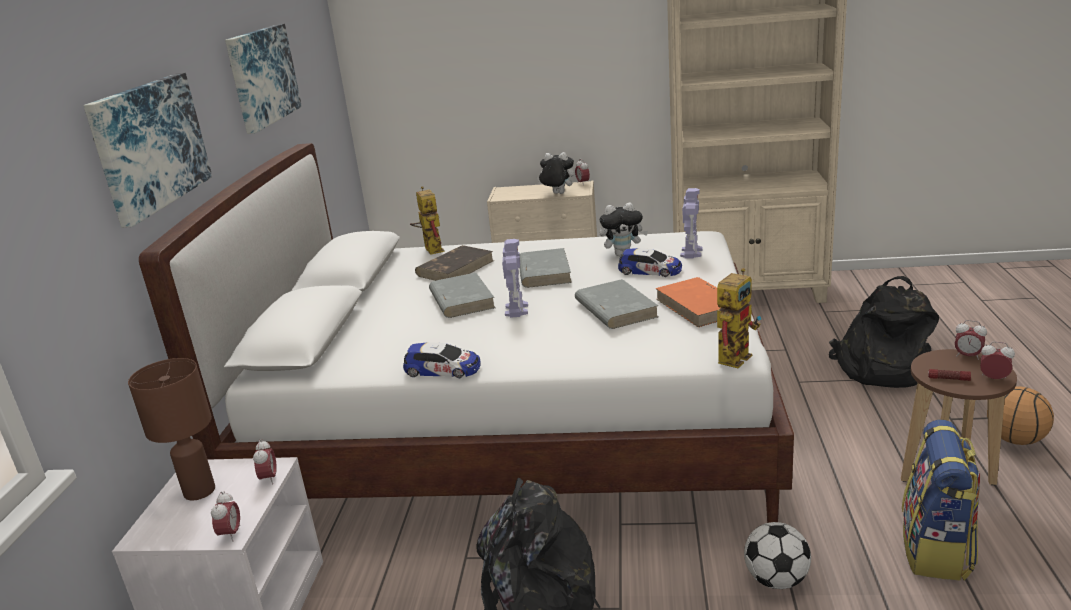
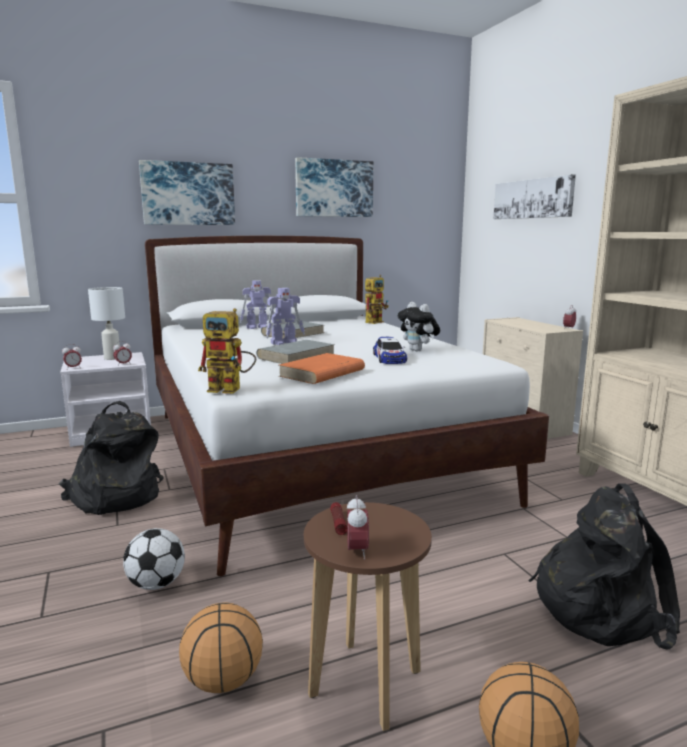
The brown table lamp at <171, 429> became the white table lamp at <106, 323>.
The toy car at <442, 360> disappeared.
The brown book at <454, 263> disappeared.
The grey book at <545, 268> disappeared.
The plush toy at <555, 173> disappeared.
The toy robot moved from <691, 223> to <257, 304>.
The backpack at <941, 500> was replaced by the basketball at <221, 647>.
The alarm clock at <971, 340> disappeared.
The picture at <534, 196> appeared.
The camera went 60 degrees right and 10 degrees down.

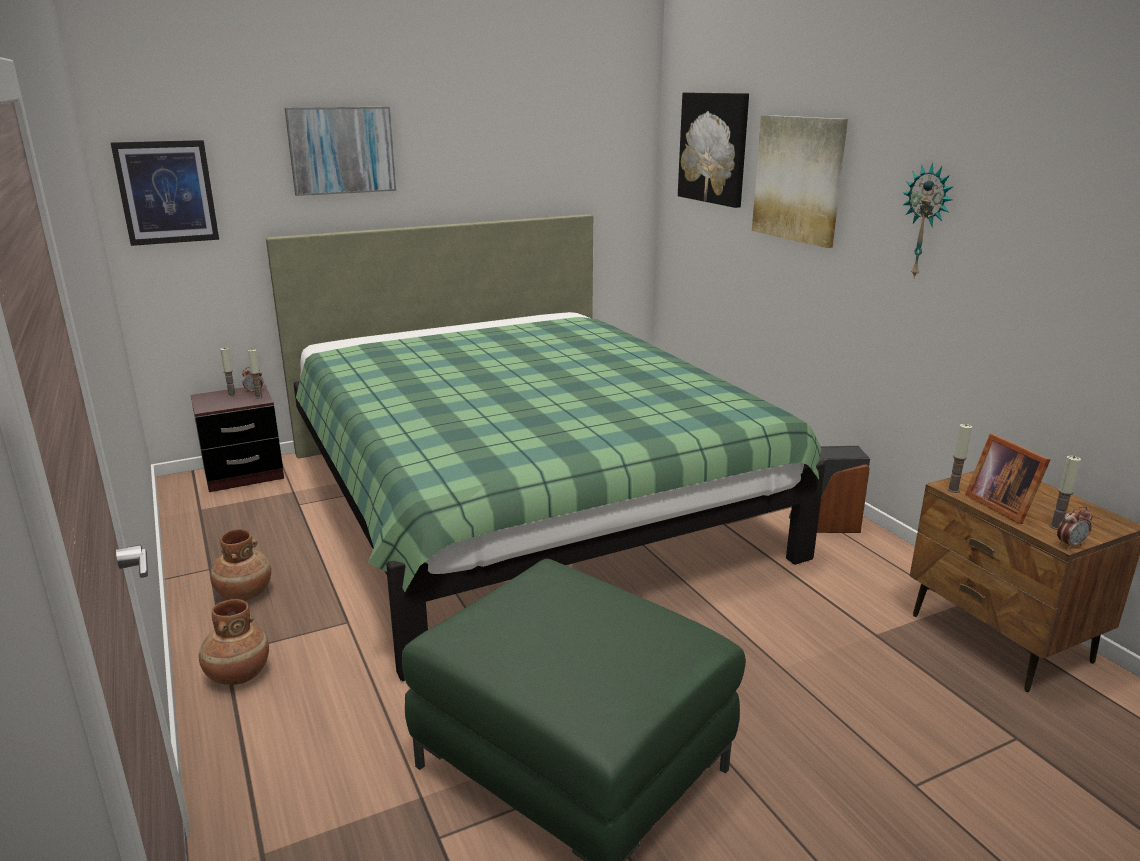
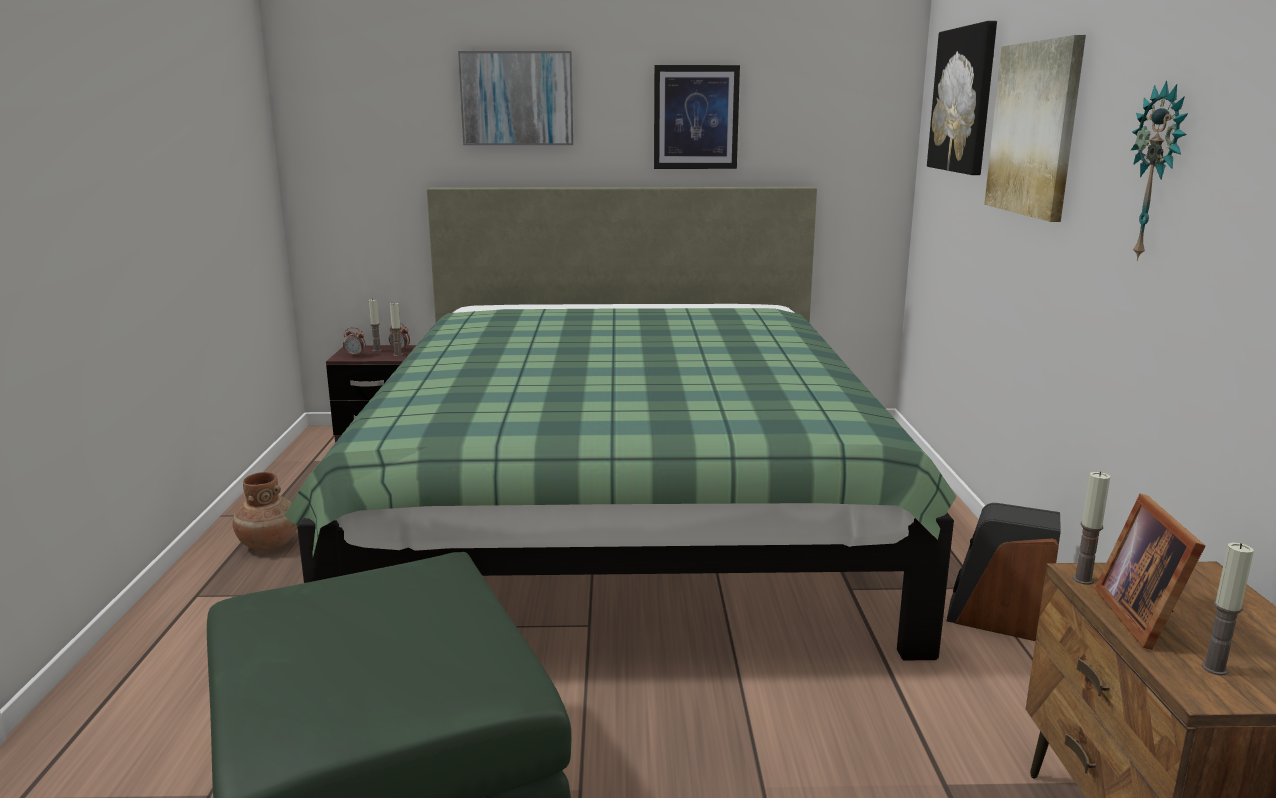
The picture moved from <165, 193> to <697, 117>.
The brown vase at <234, 642> disappeared.
The alarm clock moved from <1075, 527> to <354, 341>.
The camera went 25 degrees right and 5 degrees down.

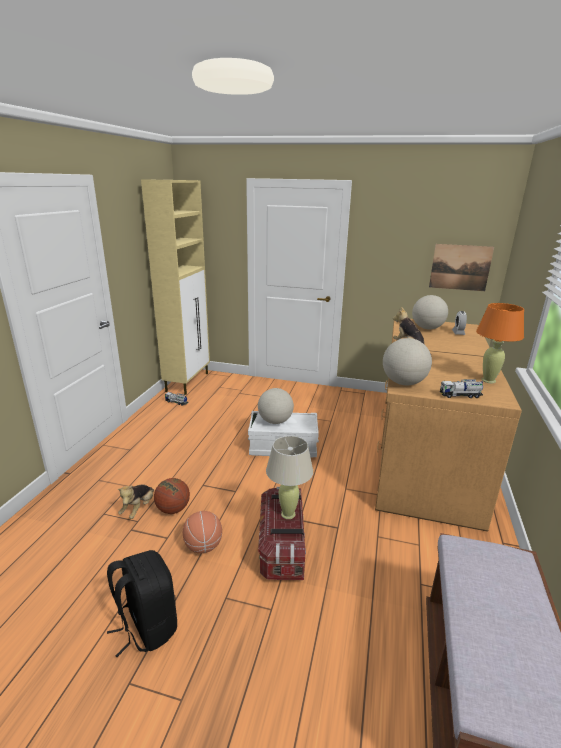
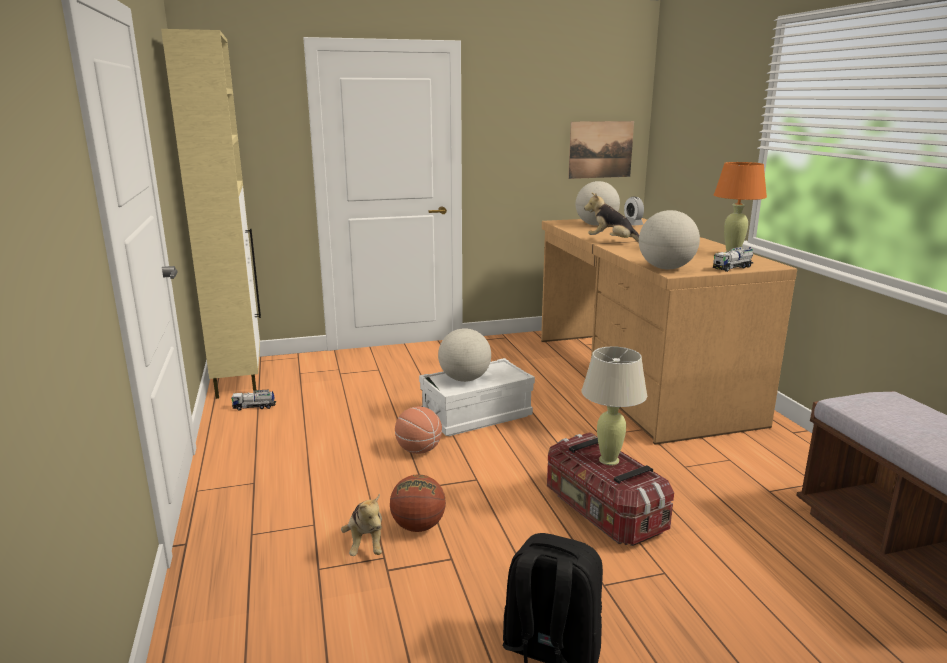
The basketball moved from <202, 532> to <418, 430>.
The camera went 30 degrees left and 5 degrees down.

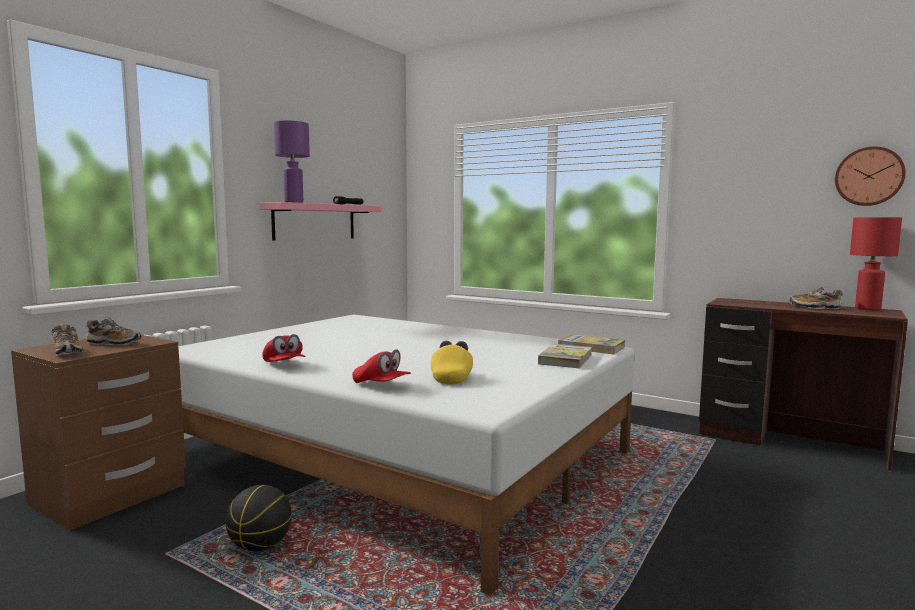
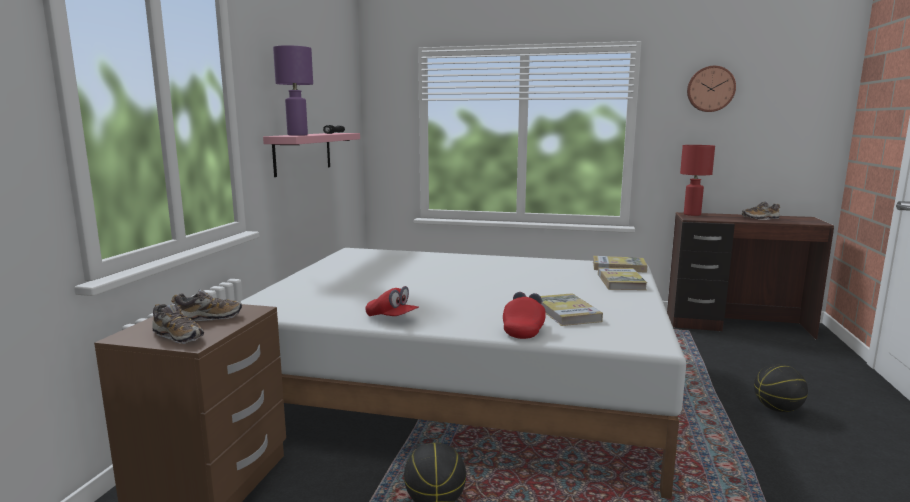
The red cap at <381, 366> turned 90 degrees counterclockwise.
The yellow cap at <452, 363> was replaced by the book at <571, 309>.
The wall clock moved from <870, 176> to <711, 89>.
The red table lamp moved from <876, 264> to <697, 180>.
The basketball at <781, 388> appeared.
The camera went 20 degrees left and 5 degrees up.

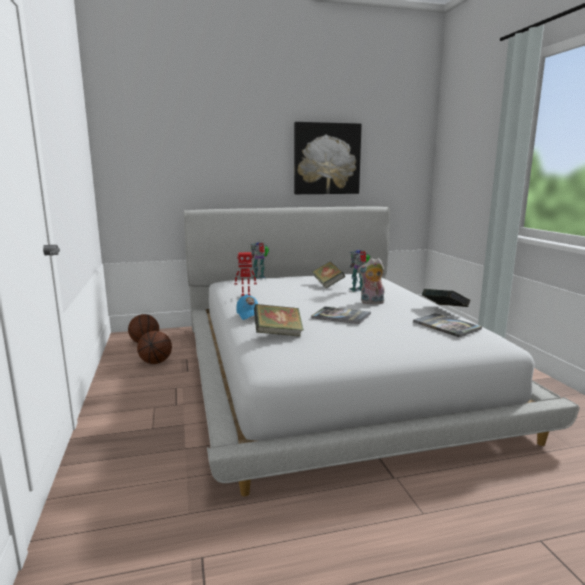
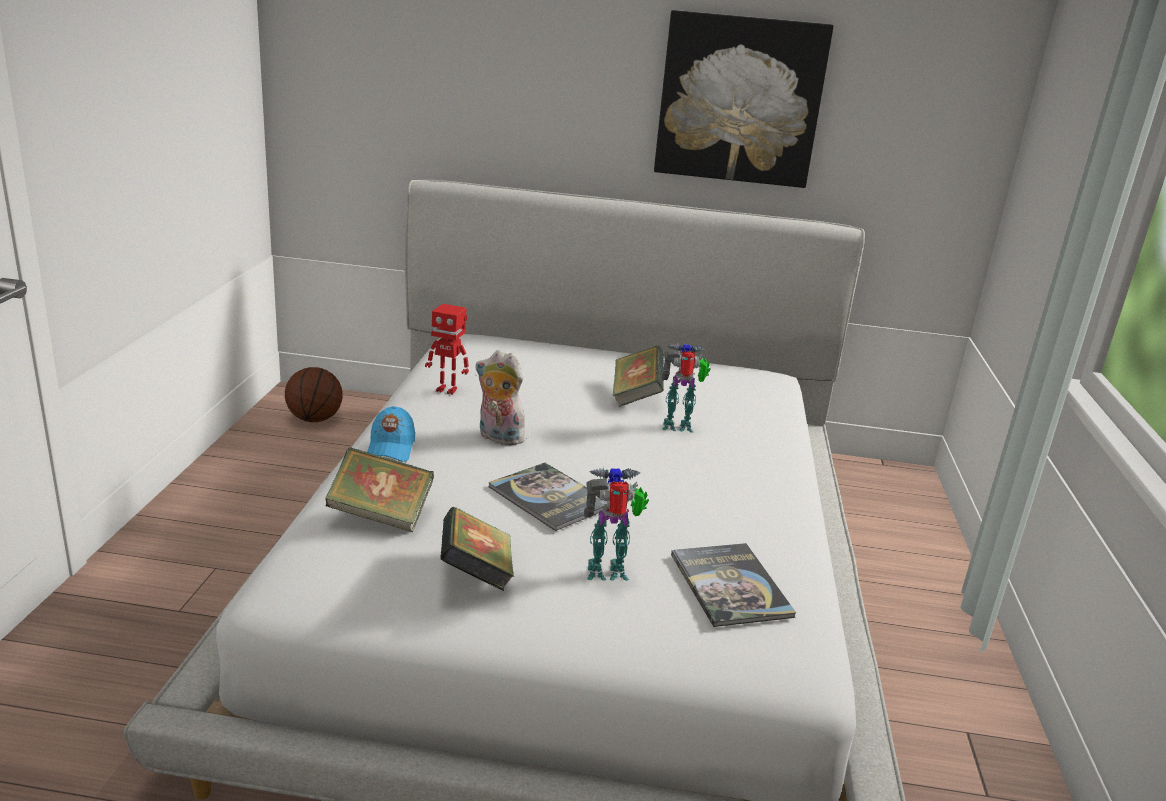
The basketball at <154, 347> disappeared.
The toy robot moved from <259, 260> to <616, 524>.
The plush toy moved from <371, 281> to <501, 397>.
The book moved from <446, 298> to <477, 549>.
The camera went 20 degrees right and 10 degrees up.

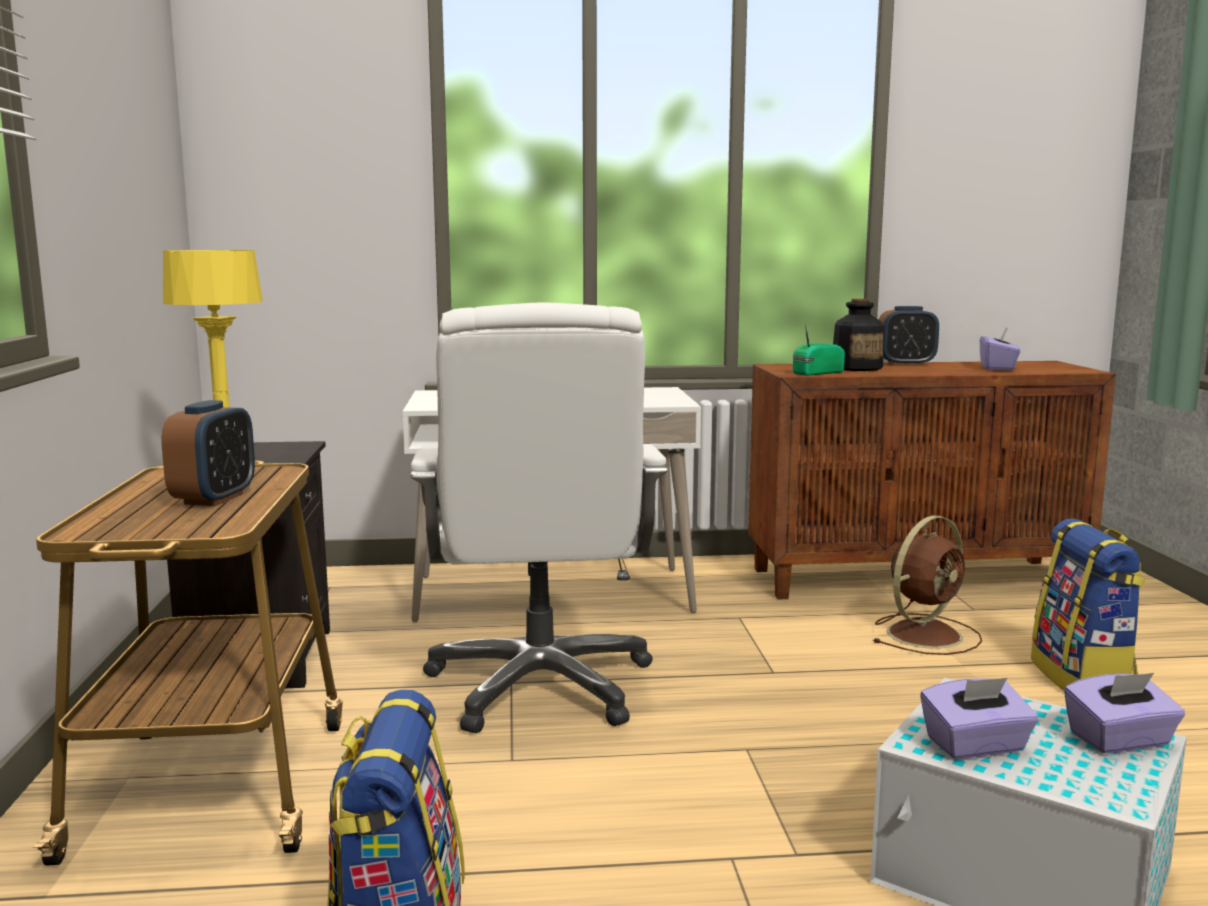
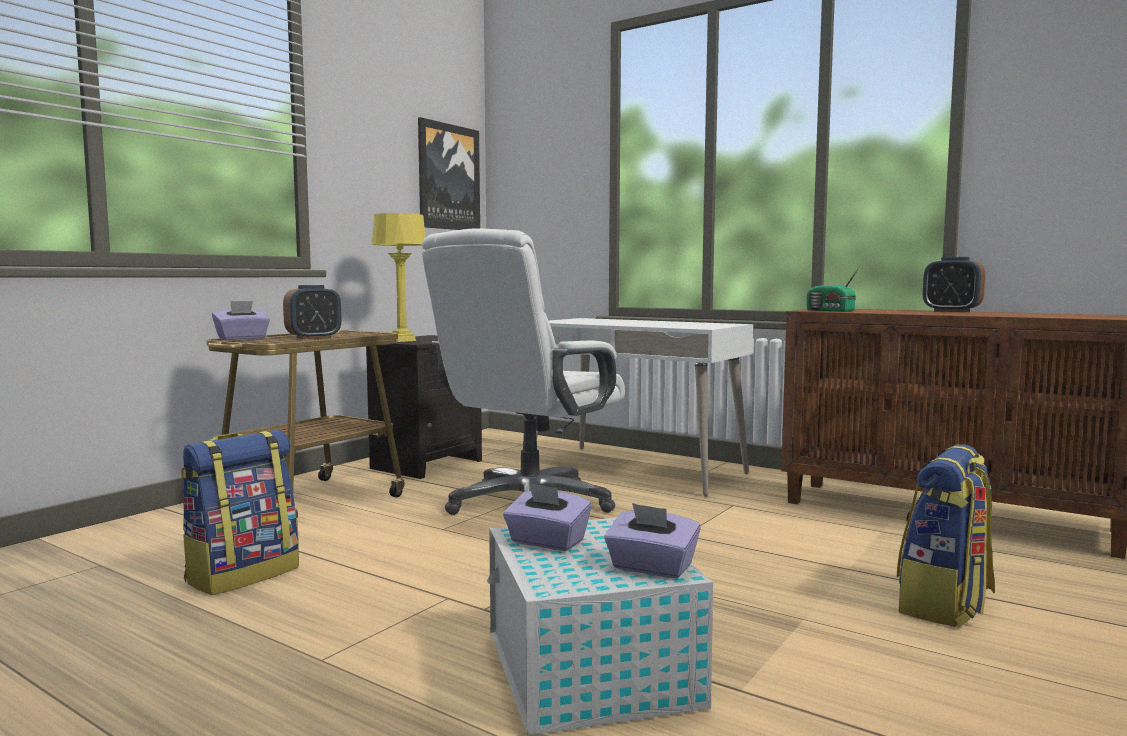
The radio at <818, 349> turned 135 degrees counterclockwise.
The bottle at <858, 335> disappeared.
The brown fan at <927, 585> disappeared.
The purple tissue box moved from <1000, 349> to <241, 320>.
The picture at <449, 173> appeared.
The camera went 40 degrees right and 5 degrees down.

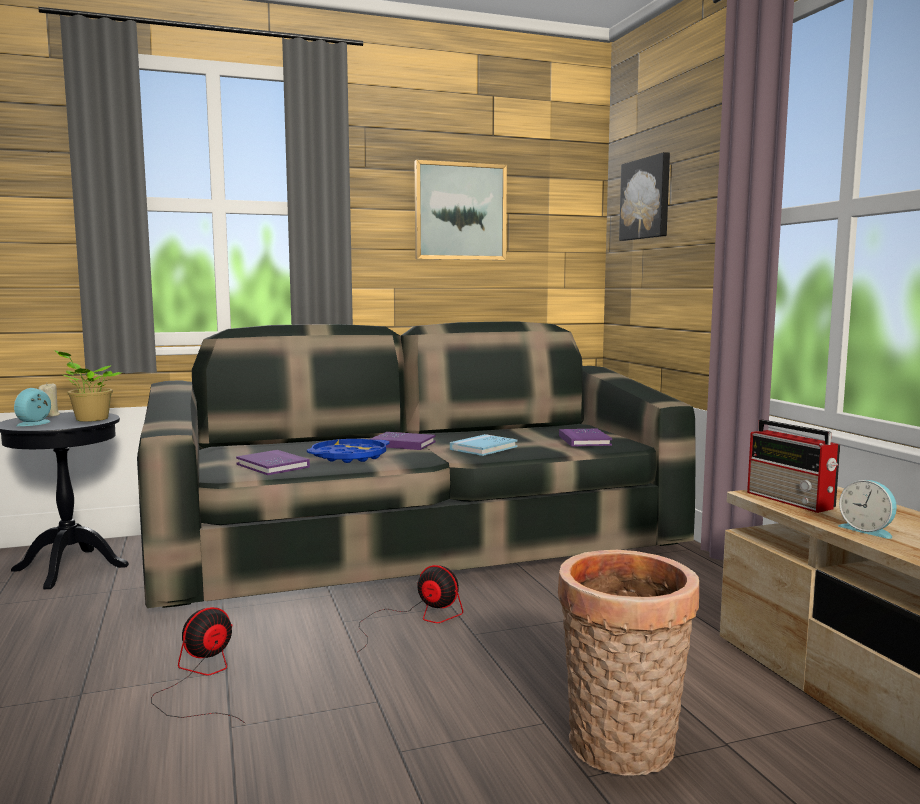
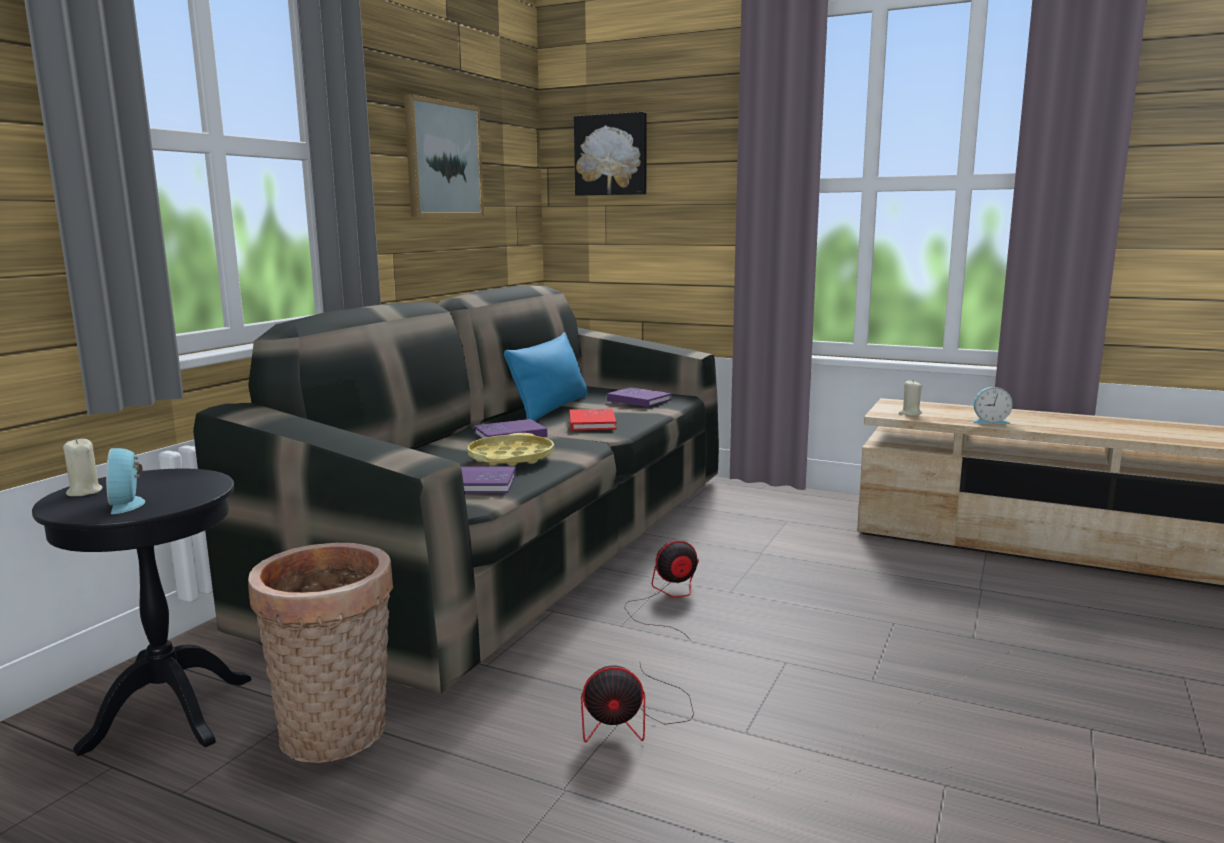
The potted plant at <87, 386> disappeared.
The fan at <198, 665> turned 90 degrees counterclockwise.
The blue tray at <348, 451> became the yellow tray at <511, 449>.
The blue book at <484, 445> became the red book at <592, 420>.
The basket moved from <628, 662> to <320, 653>.
The radio at <793, 466> was replaced by the beige candle at <910, 398>.
The blue pillow at <545, 376> appeared.
The camera went 45 degrees left and 5 degrees up.

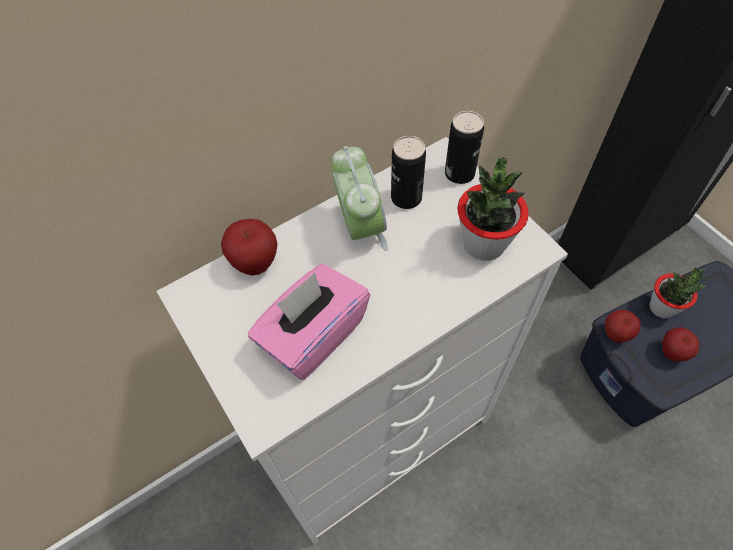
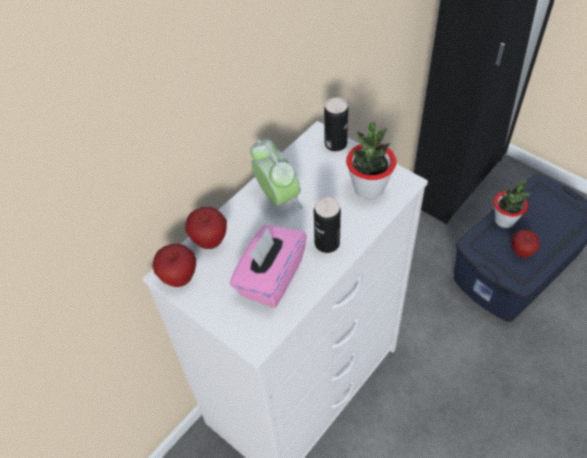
The can moved from <408, 172> to <327, 225>.
The apple moved from <622, 326> to <174, 265>.
The camera went 15 degrees left and 5 degrees down.

